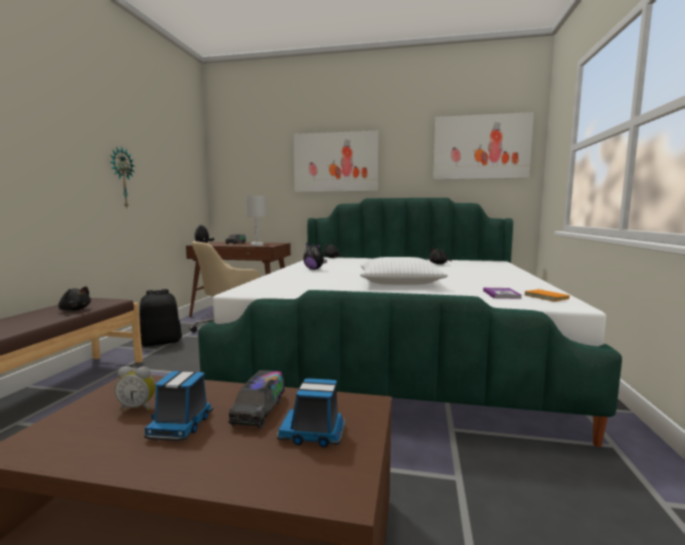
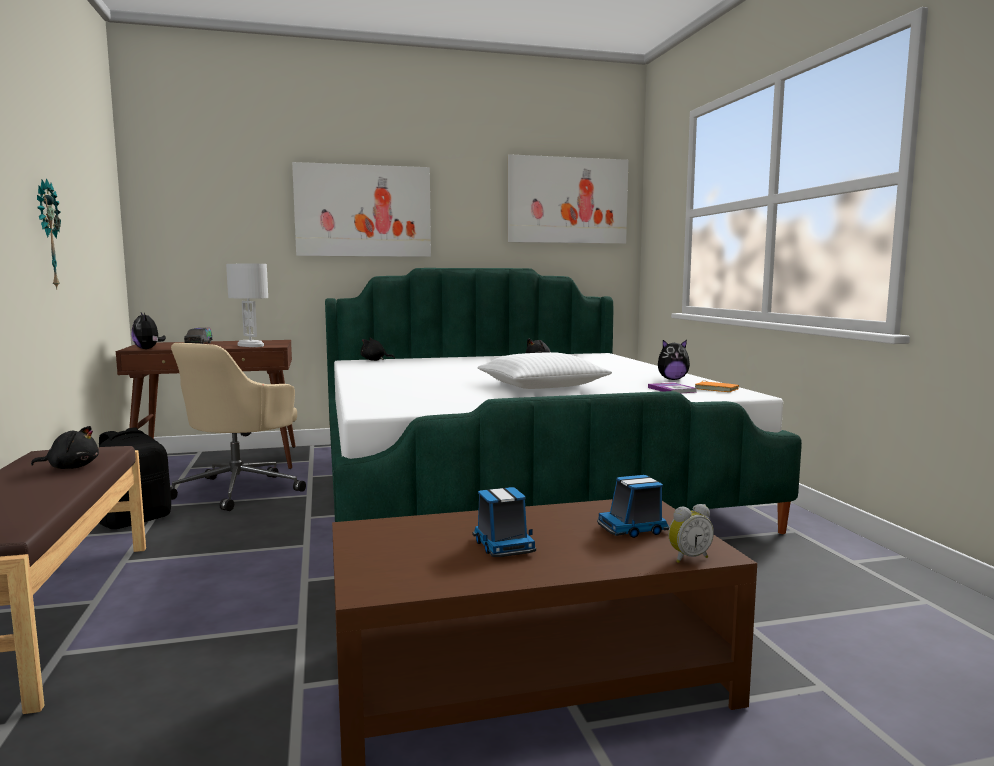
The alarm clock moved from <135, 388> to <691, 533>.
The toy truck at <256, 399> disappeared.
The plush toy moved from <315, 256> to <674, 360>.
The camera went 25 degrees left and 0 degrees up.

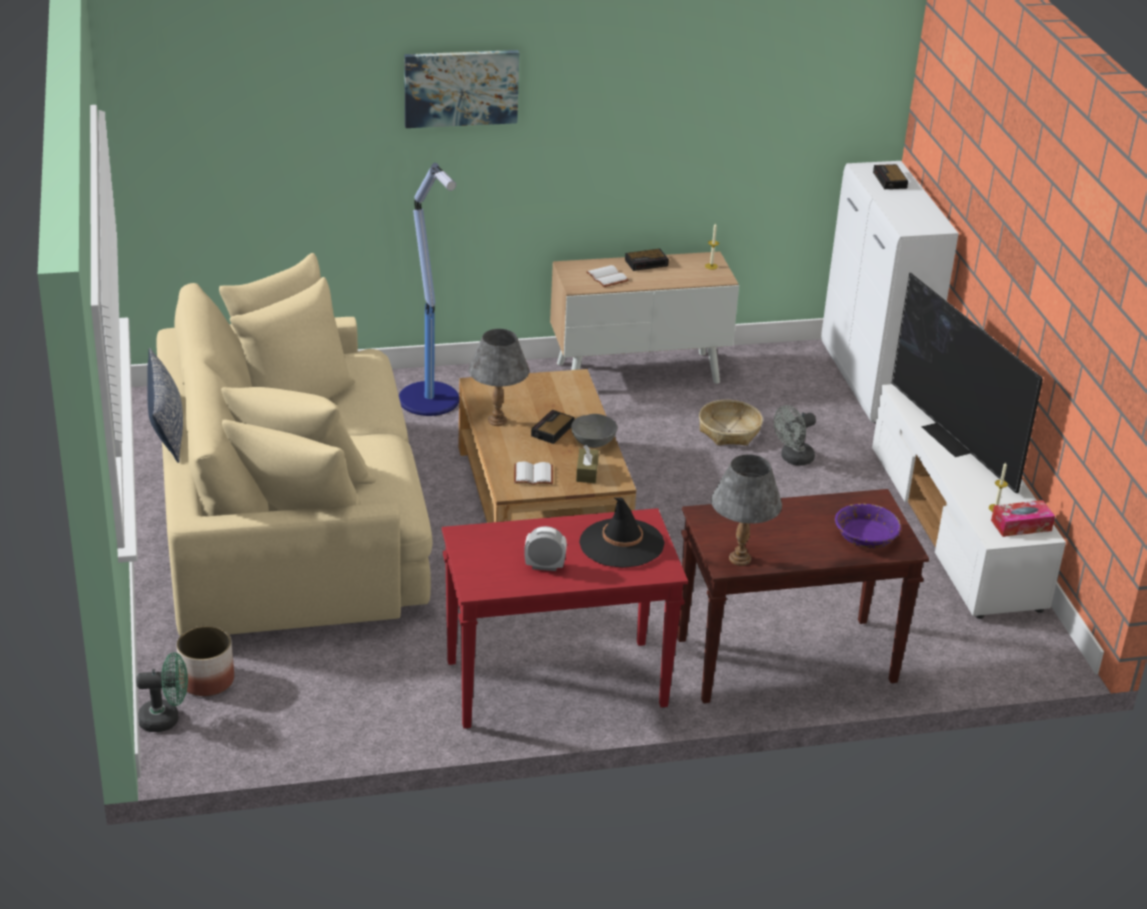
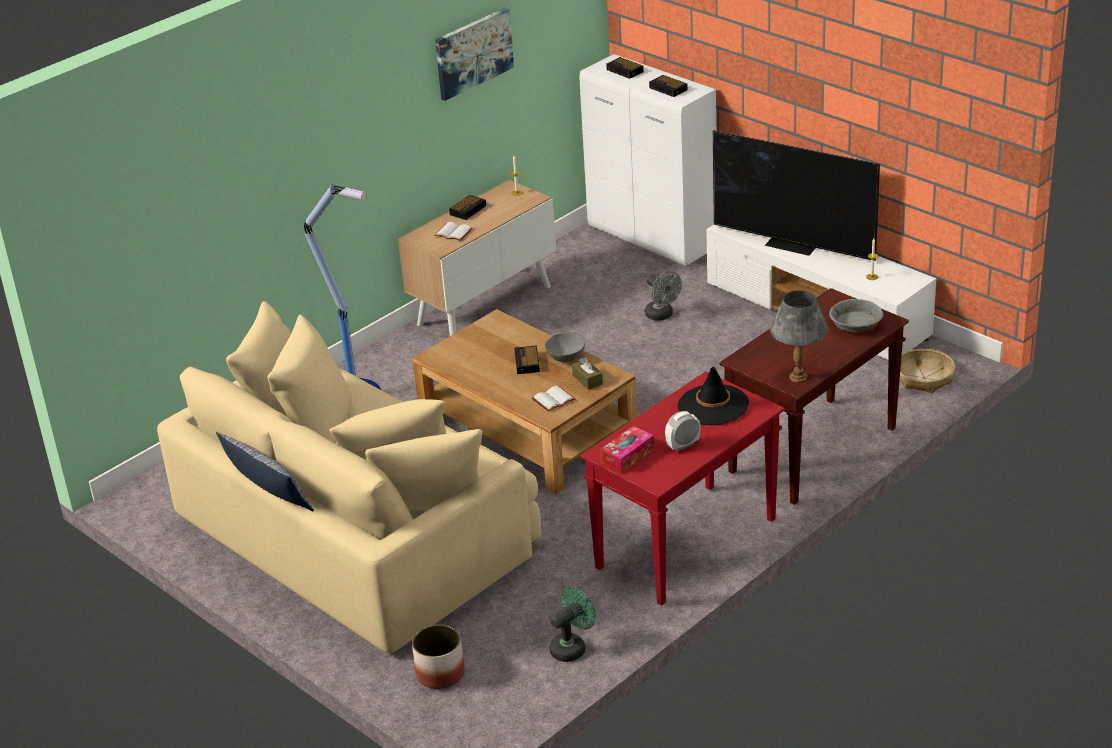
The green fan moved from <162, 692> to <572, 624>.
The picture moved from <461, 89> to <474, 54>.
The grey table lamp at <498, 377> disappeared.
The basket moved from <731, 423> to <927, 371>.
The grey fan at <795, 435> turned 60 degrees counterclockwise.
The purple bowl at <868, 525> became the grey bowl at <856, 315>.
The tissue box moved from <1023, 518> to <627, 449>.
The alarm clock at <668, 86> appeared.
The camera went 30 degrees left and 0 degrees up.

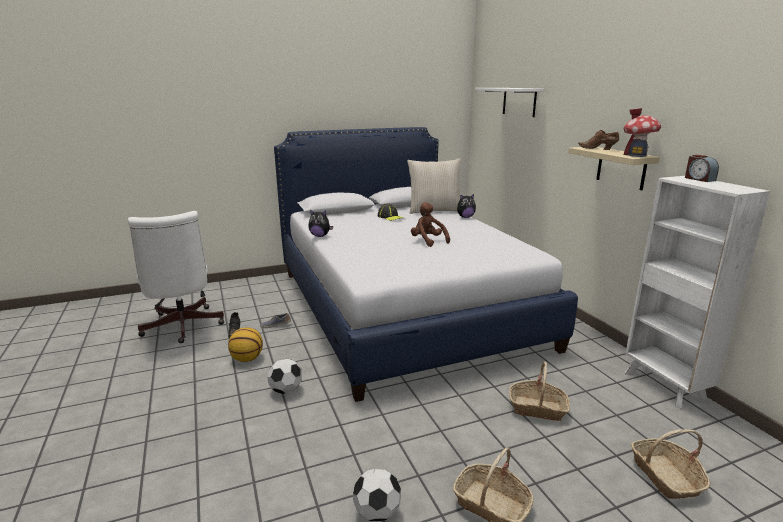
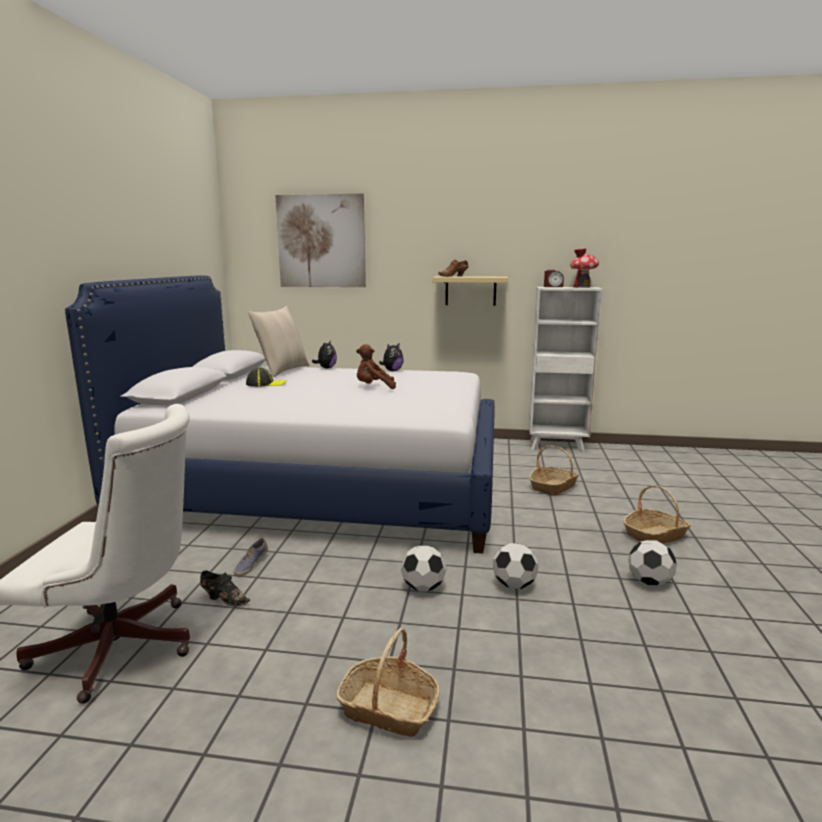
The basketball at <245, 344> disappeared.
The plush toy moved from <320, 223> to <391, 356>.
The white shelf at <509, 102> was replaced by the picture at <320, 240>.
The toy house moved from <642, 132> to <584, 268>.
The basket moved from <670, 464> to <388, 682>.
The football at <515, 566> appeared.
The camera went 60 degrees left and 5 degrees down.

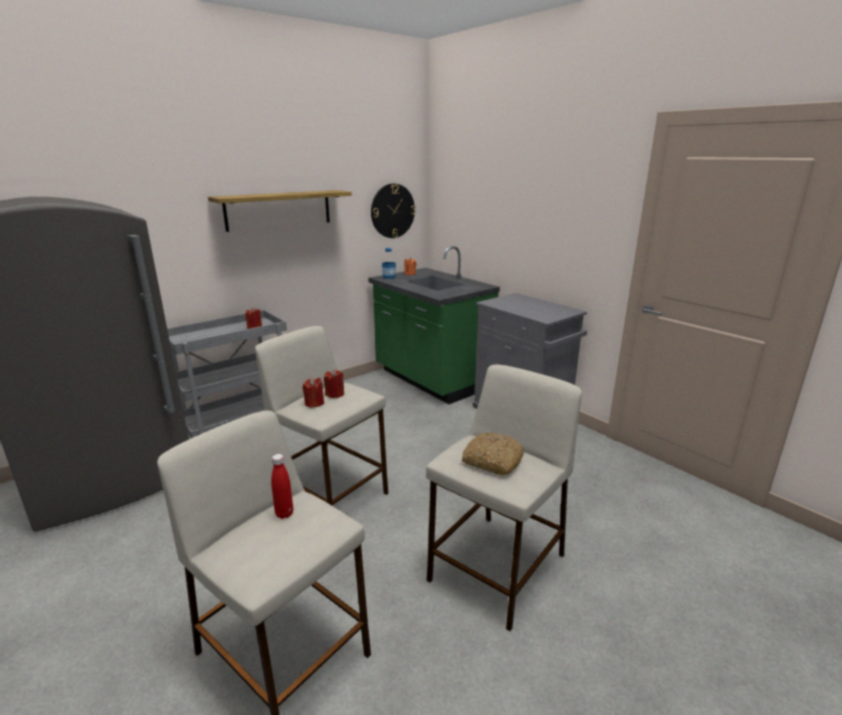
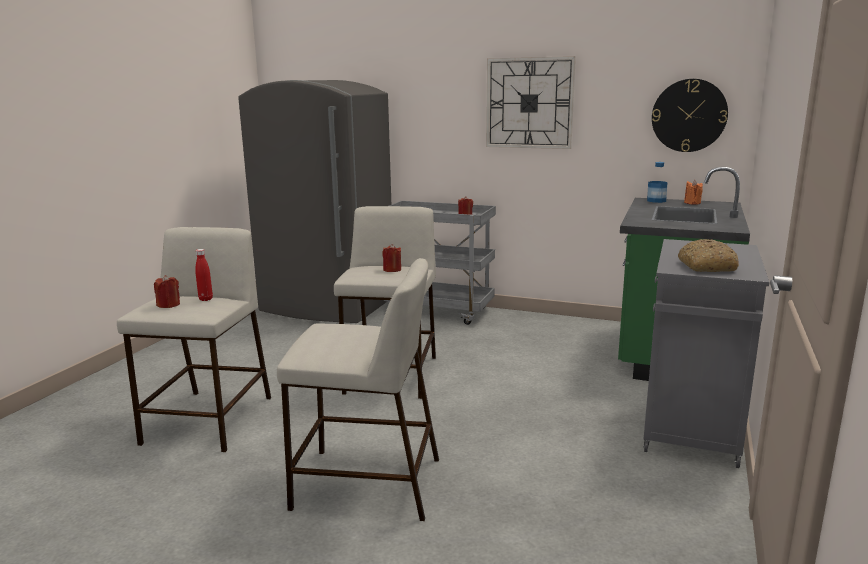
The shelf at <280, 211> was replaced by the wall clock at <531, 102>.
The red candle moved from <313, 392> to <167, 291>.
The bread moved from <493, 453> to <708, 255>.
The camera went 60 degrees right and 5 degrees down.

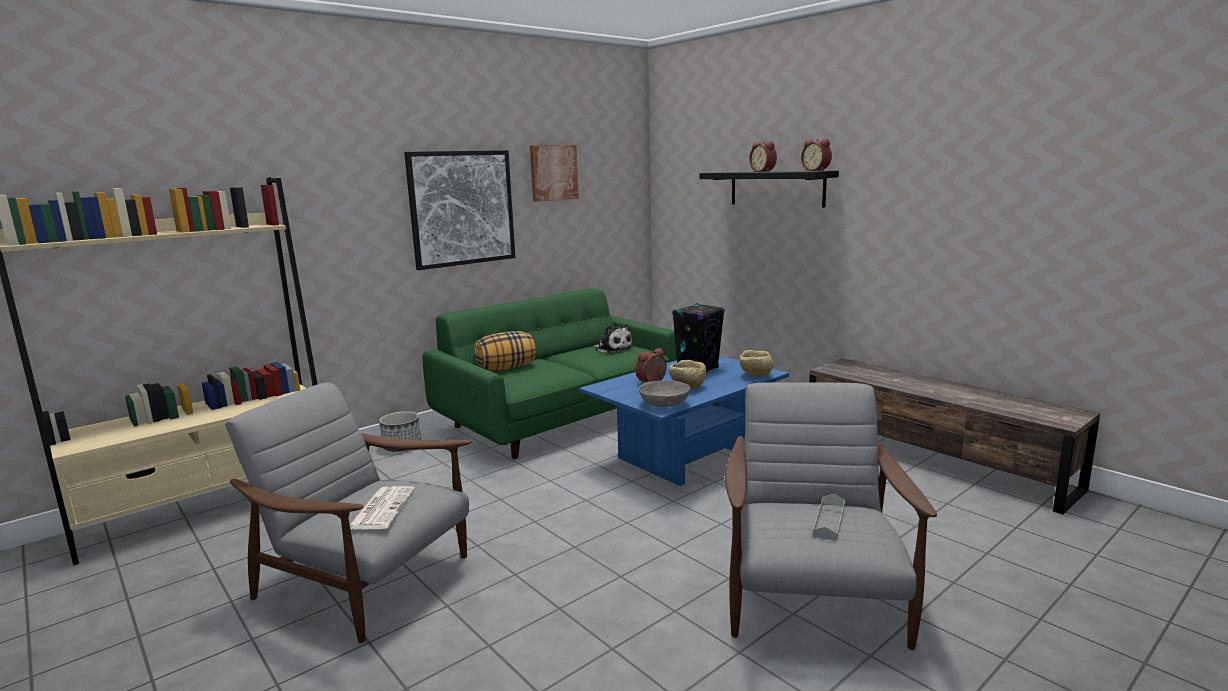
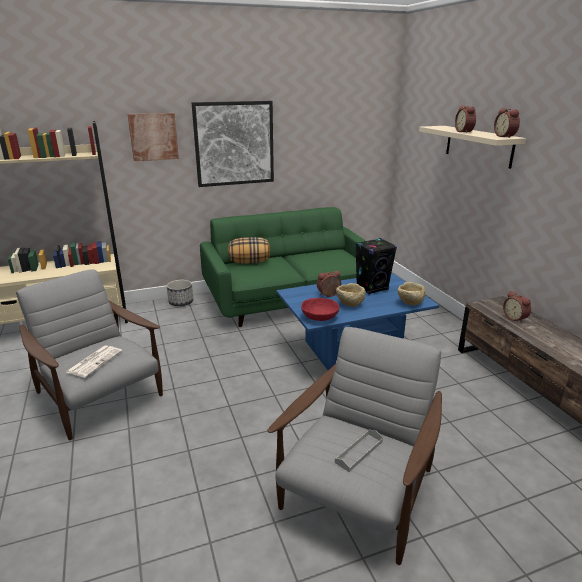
The picture moved from <554, 173> to <153, 137>.
The plush toy at <613, 339> disappeared.
The grey bowl at <664, 393> became the red bowl at <320, 309>.
The black shelf at <769, 189> became the beige shelf at <472, 147>.
The alarm clock at <517, 307> appeared.
The camera went 20 degrees right and 10 degrees up.

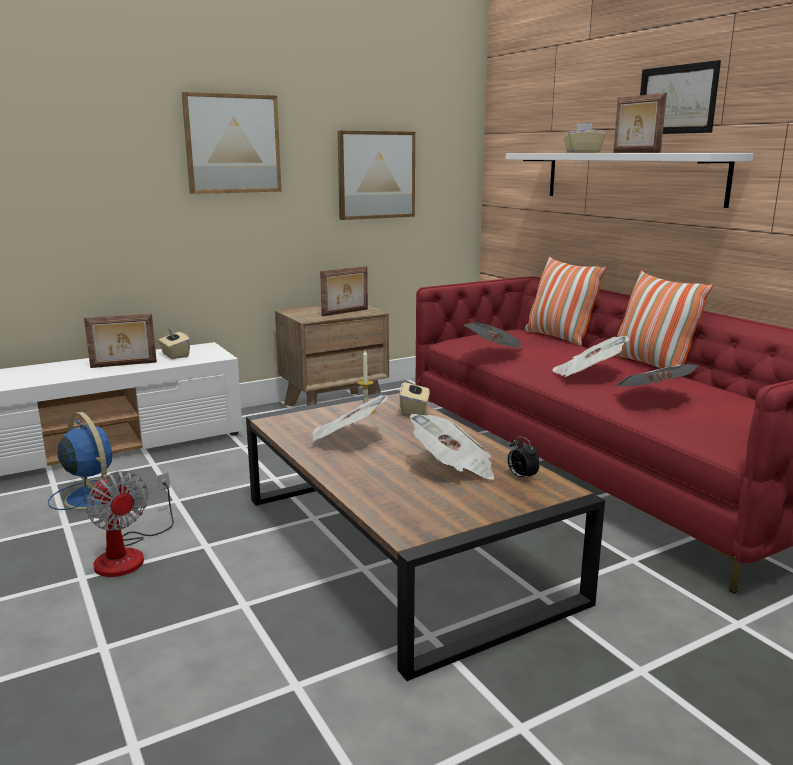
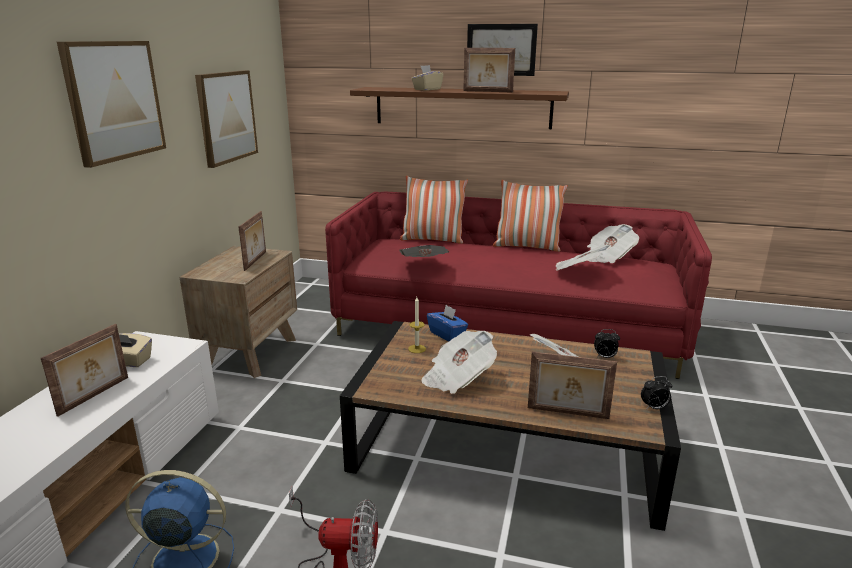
The beige tissue box at <414, 396> became the blue tissue box at <447, 323>.
The white shelf at <630, 180> became the brown shelf at <459, 108>.
The newspaper moved from <590, 356> to <613, 243>.
The picture frame at <572, 385> appeared.
The alarm clock at <656, 393> appeared.
The camera went 45 degrees left and 5 degrees up.

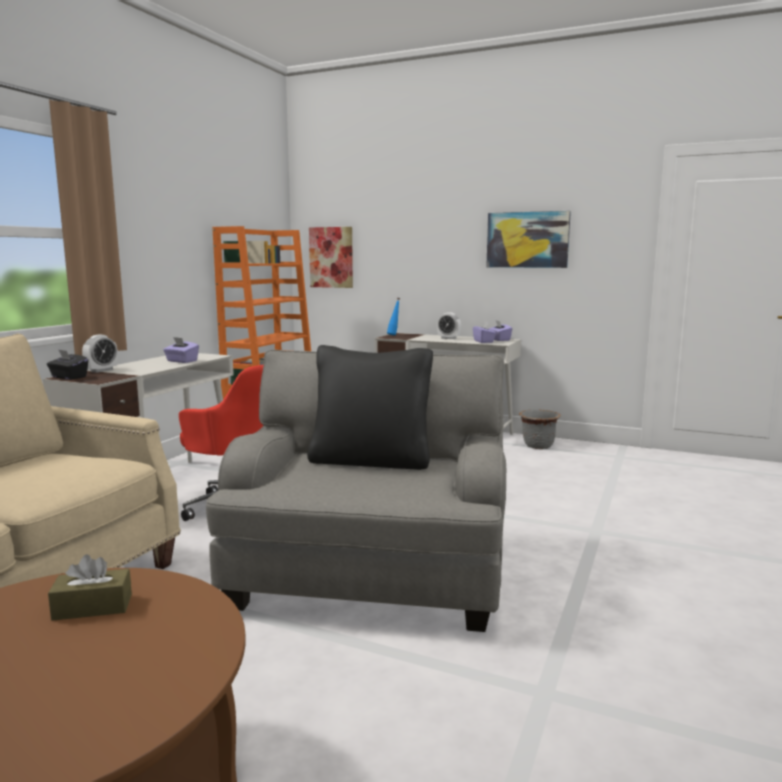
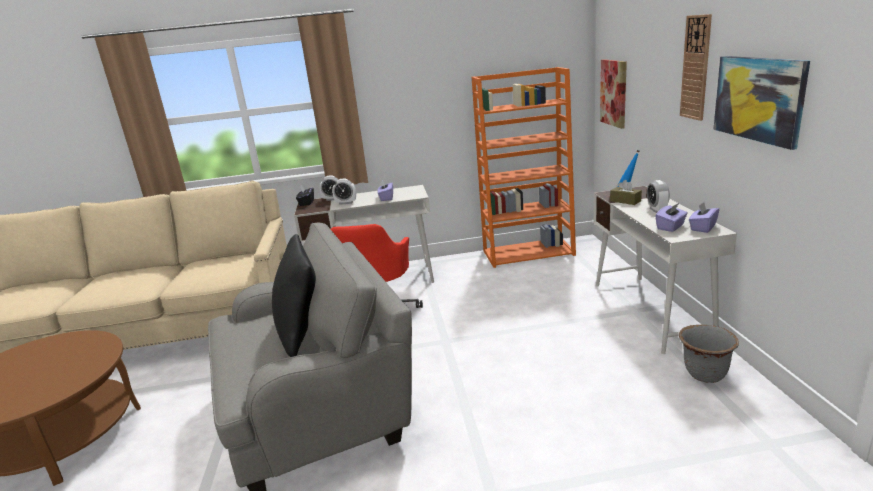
The brown tissue box moved from <90, 587> to <626, 192>.
The alarm clock at <344, 192> appeared.
The wall clock at <696, 67> appeared.
The camera went 60 degrees right and 10 degrees up.

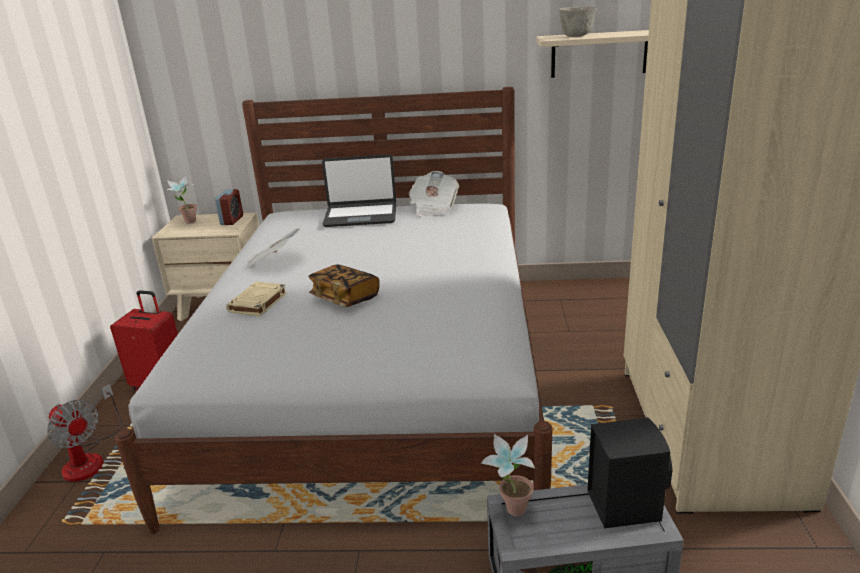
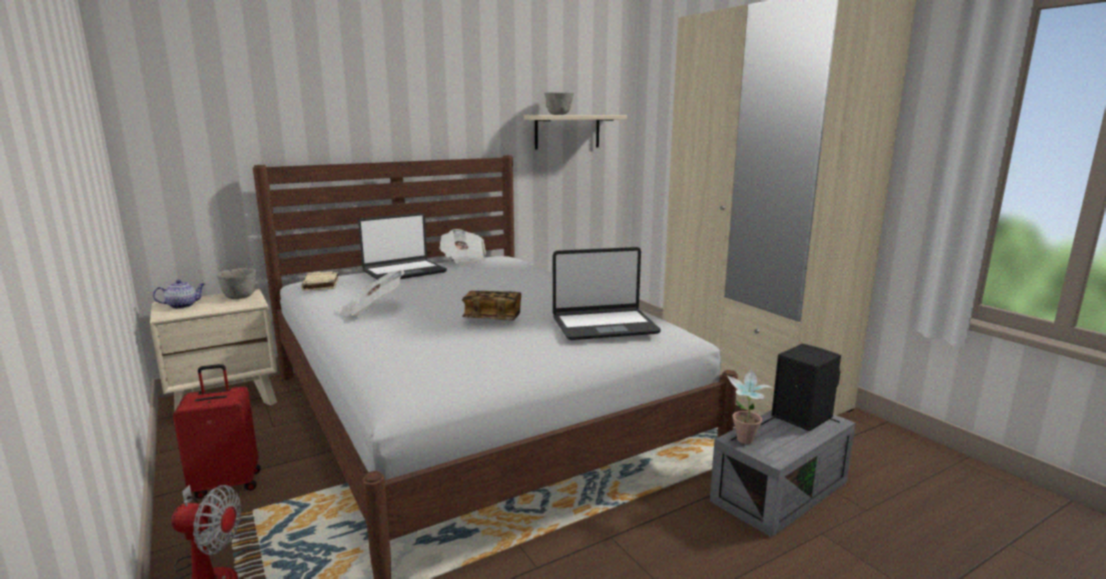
The potted plant at <182, 199> was replaced by the teapot at <179, 294>.
The alarm clock at <229, 207> was replaced by the grey bowl at <236, 283>.
The beige book moved from <256, 298> to <319, 281>.
The laptop at <607, 293> appeared.
The camera went 35 degrees left and 10 degrees down.

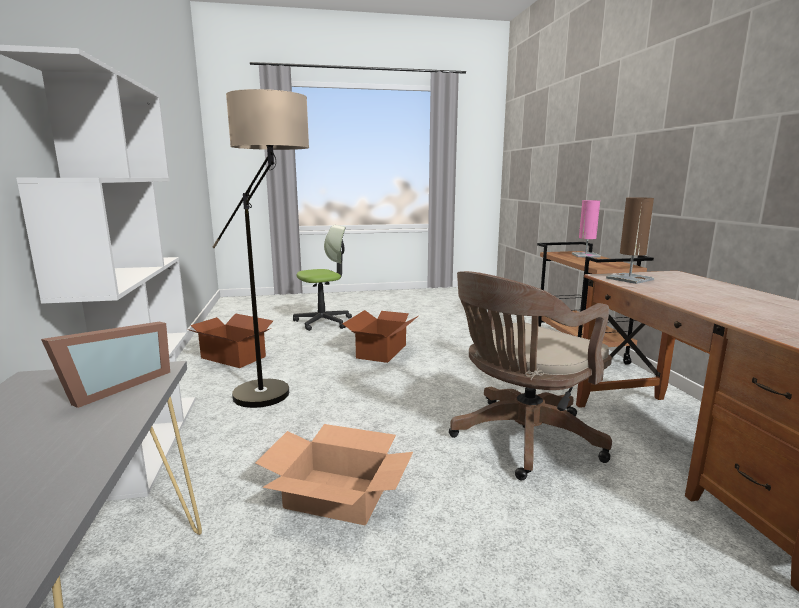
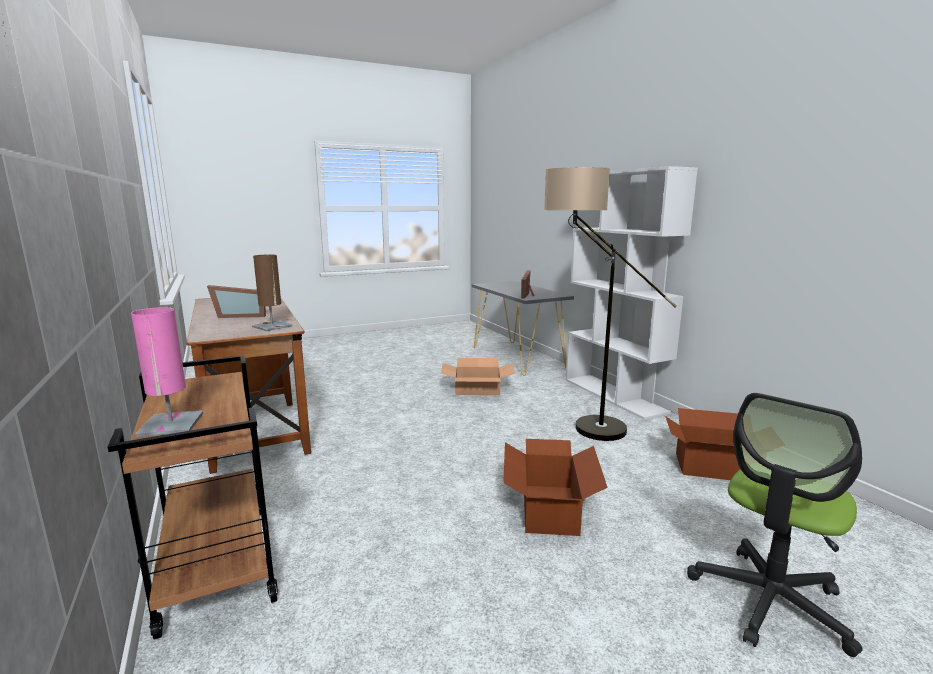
The brown office chair at <530, 375> disappeared.
The picture frame at <236, 301> appeared.
The camera went 165 degrees right and 0 degrees up.

